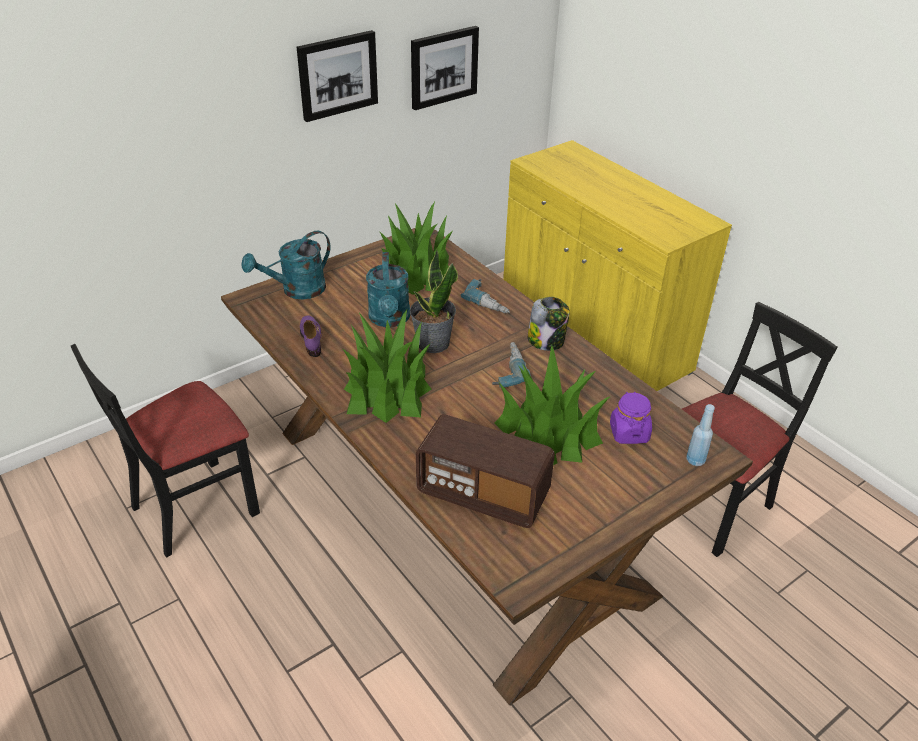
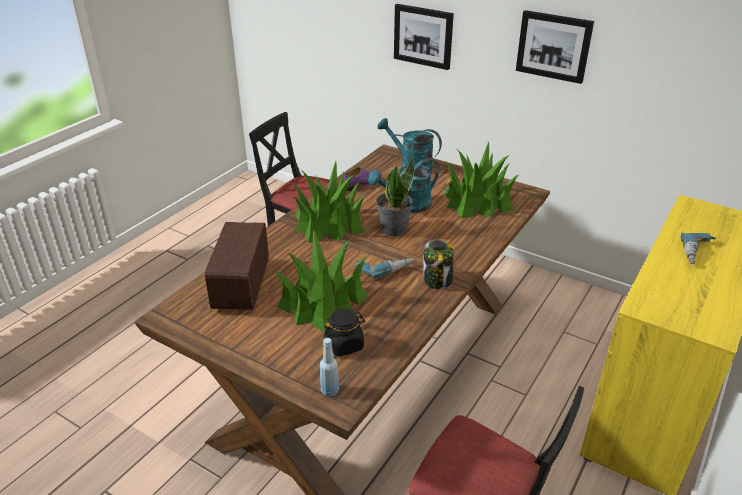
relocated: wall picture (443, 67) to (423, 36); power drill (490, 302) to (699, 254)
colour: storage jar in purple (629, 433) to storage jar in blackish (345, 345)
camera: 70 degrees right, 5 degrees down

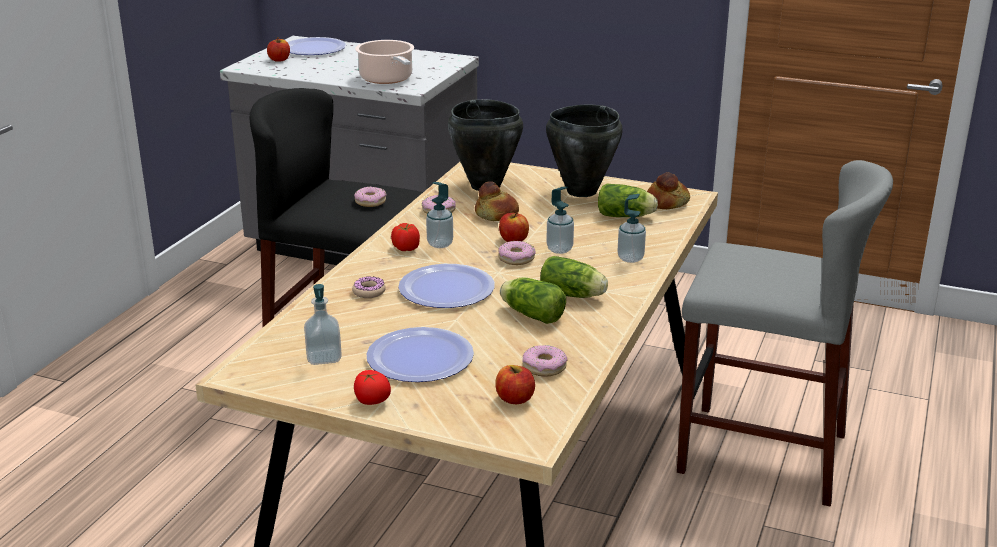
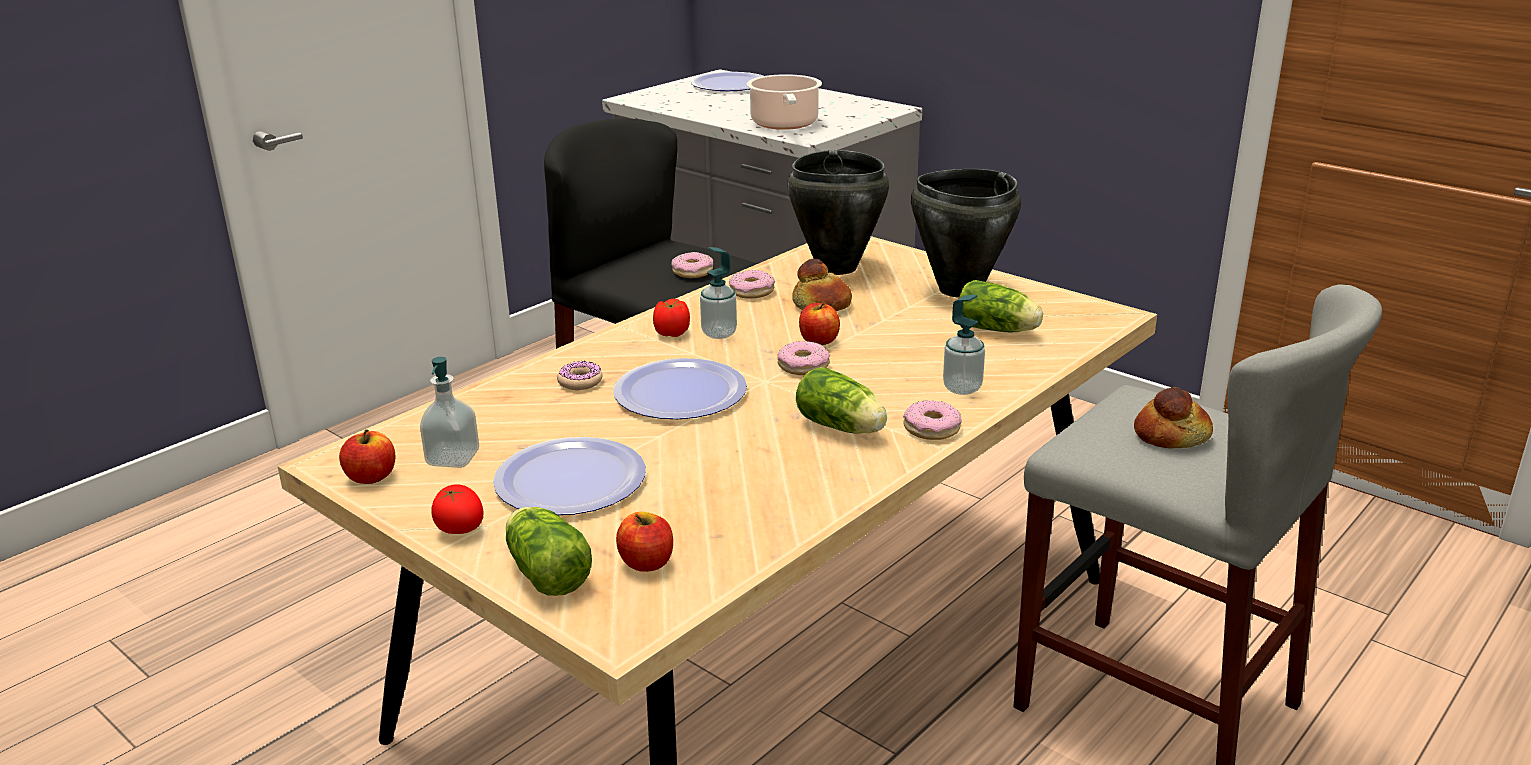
missing: soap dispenser (559, 249)
relocated: apple fruit (279, 60) to (371, 477); lettuce head (531, 314) to (545, 571); ring doughnut (544, 367) to (931, 428); bread (667, 203) to (1171, 436)
camera: 20 degrees right, 0 degrees up

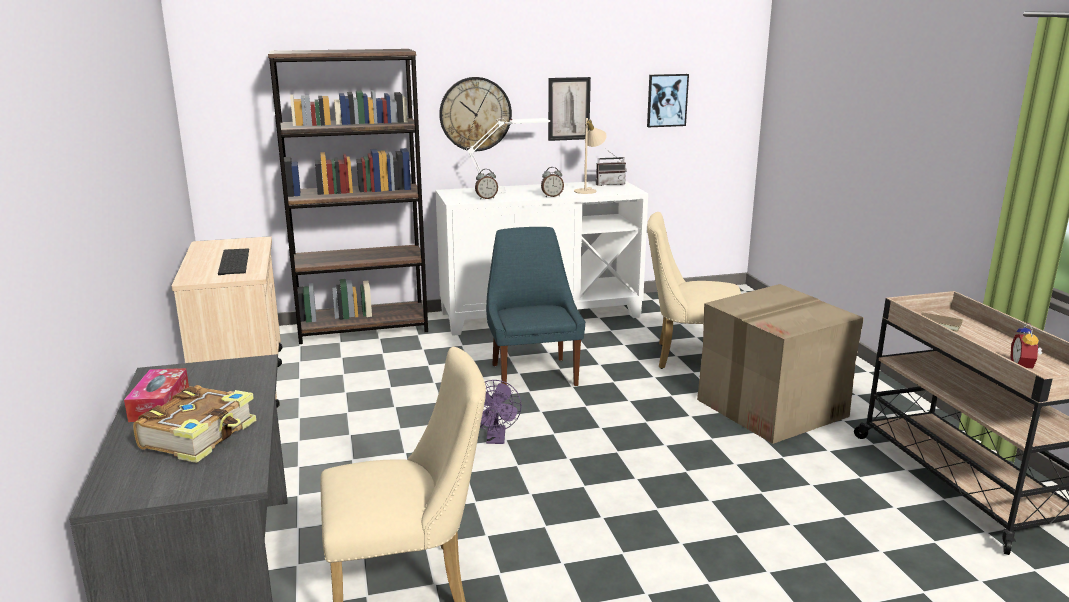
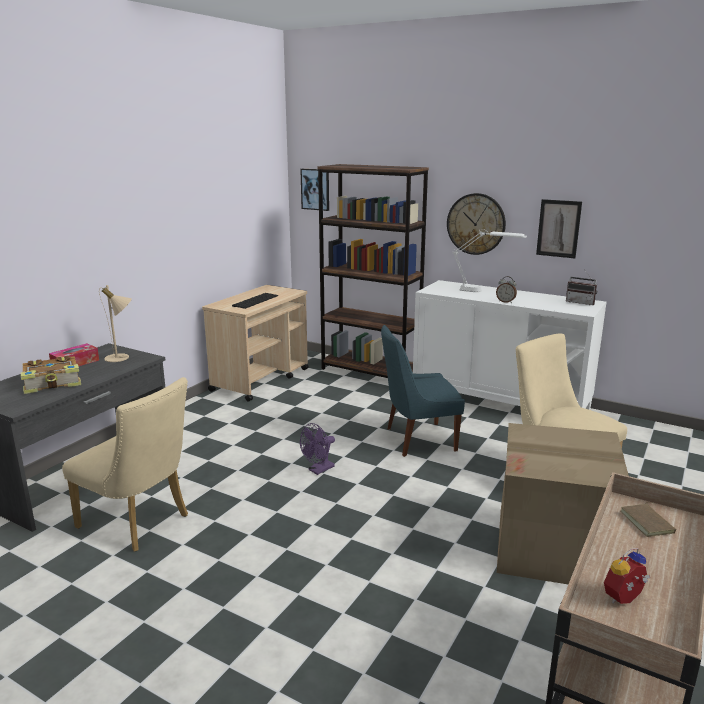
missing: bedside clock (486, 198)
relocated: lamp for a table in beige (588, 190) to (121, 358); wall picture (667, 100) to (315, 189)
spun: upright chair in bluish (533, 373) = (417, 439) 135 degrees counterclockwise
camera: 45 degrees right, 0 degrees up

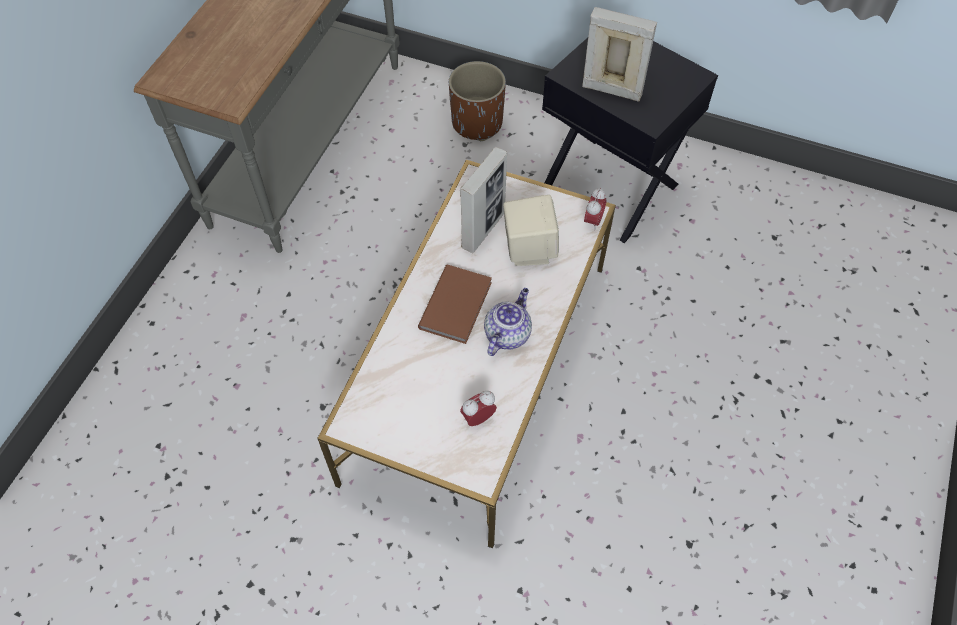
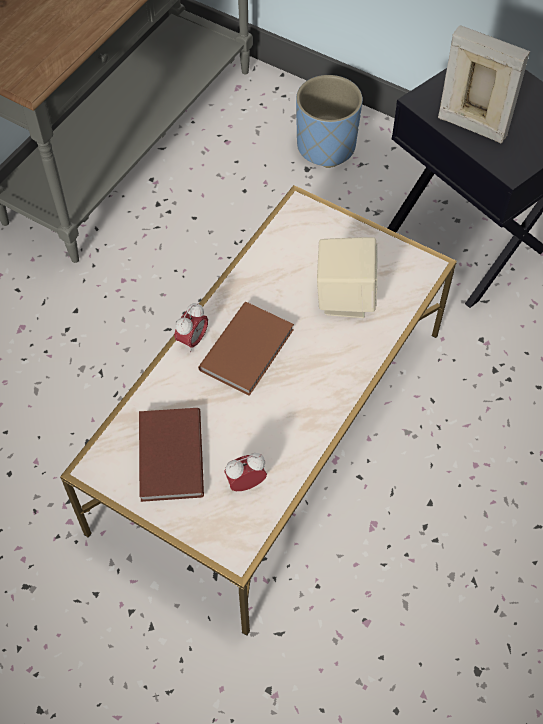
missing: photo frame (483, 230); teapot (507, 333)
appeared: volume in brown-coloured (168, 457)
relocated: bedside clock (593, 221) to (192, 340)
colour: plant pot in brown-coloured (477, 123) to plant pot in bluish (325, 147)
camera: 10 degrees right, 0 degrees up

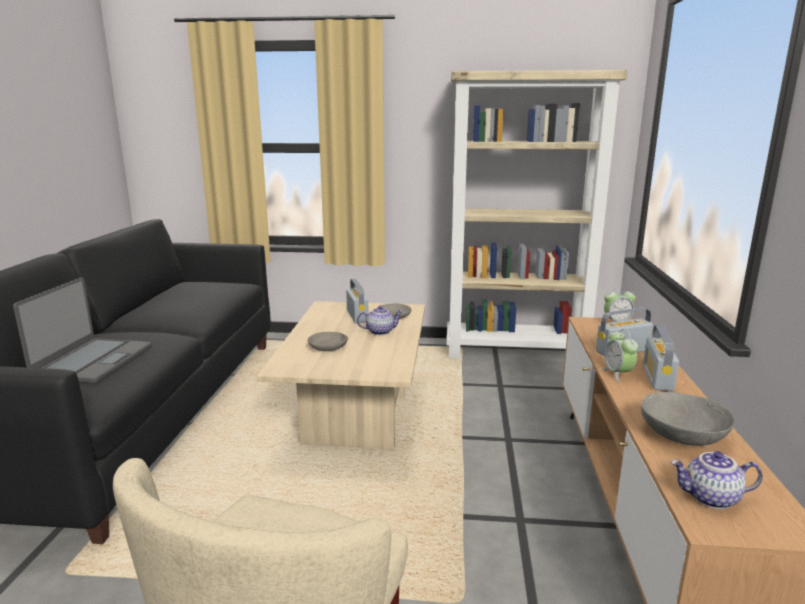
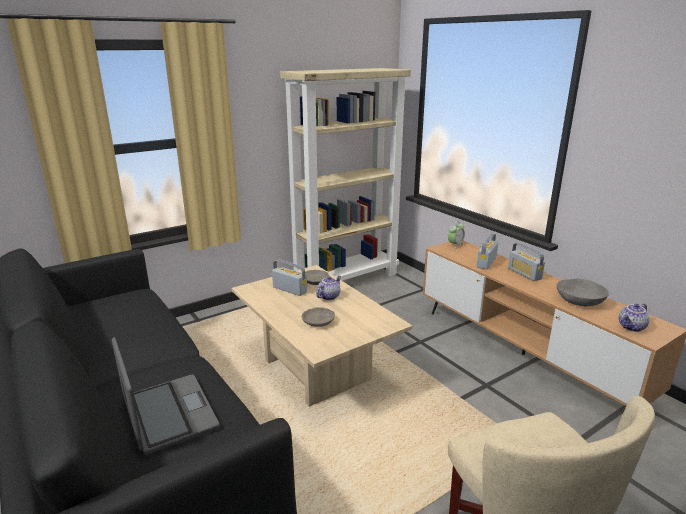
missing: bedside clock (618, 374)
camera: 40 degrees left, 5 degrees up

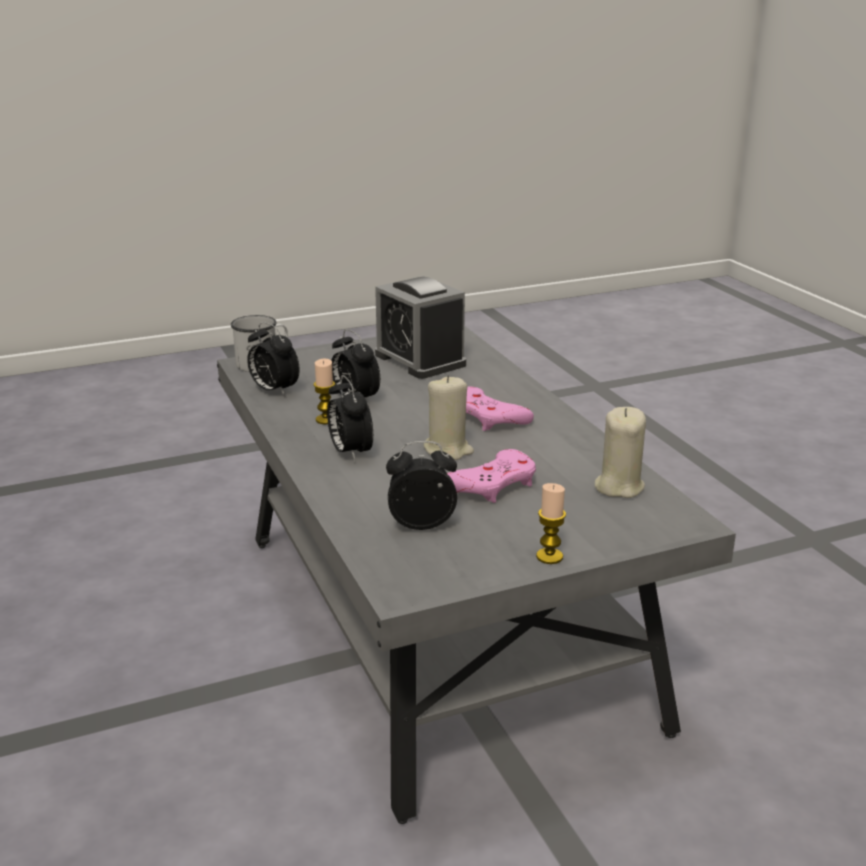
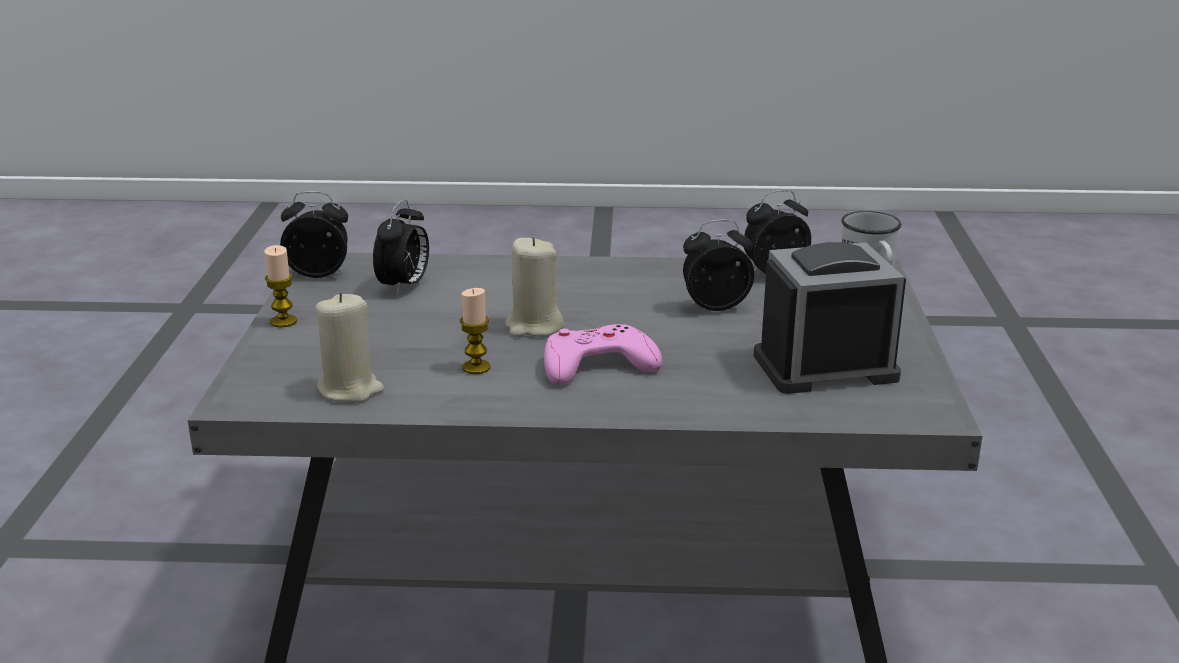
missing: joypad in pink-coloured (492, 484)
relocated: wax light (326, 420) to (476, 367); bedside clock (350, 452) to (320, 274)
camera: 115 degrees right, 0 degrees up

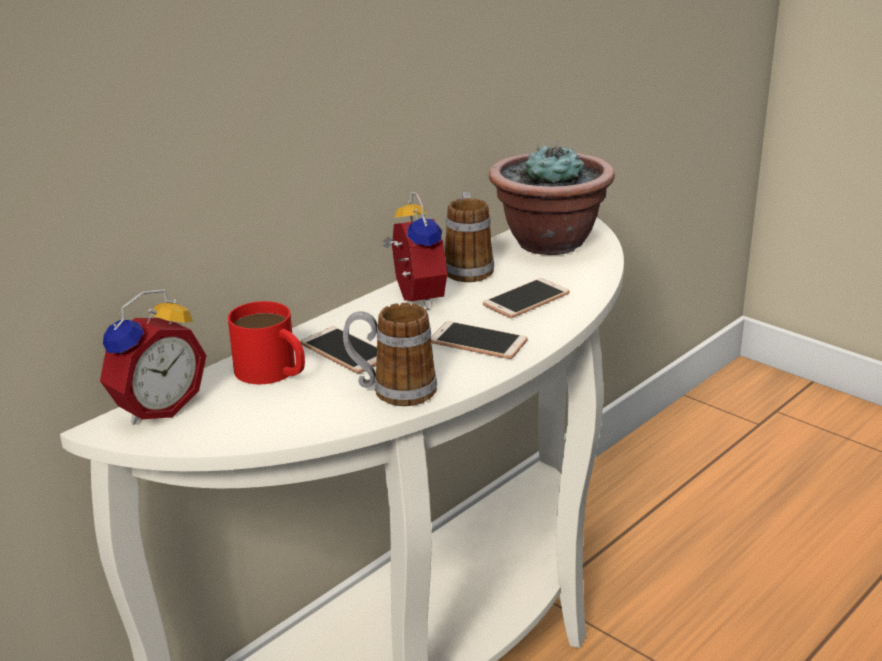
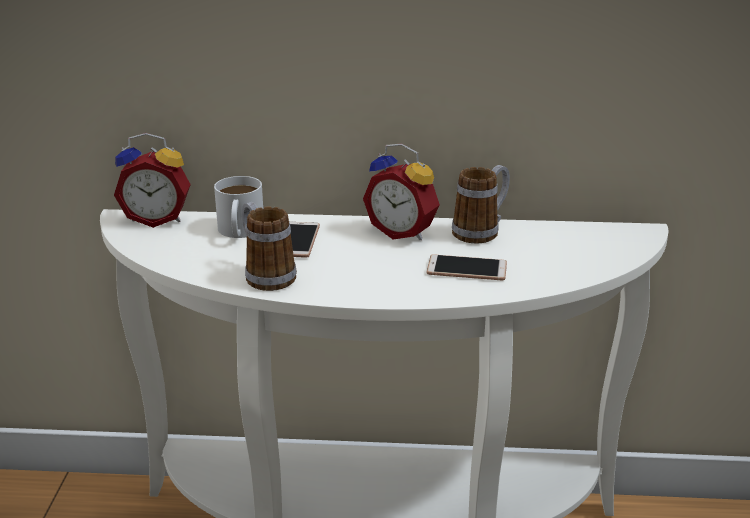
missing: handset (478, 342); potted plant (548, 242)
colour: coffee mug in reddish (273, 373) to coffee mug in white-coloured (239, 232)
spun: bedside clock (413, 298) = (403, 232) 90 degrees clockwise
camera: 50 degrees right, 0 degrees up

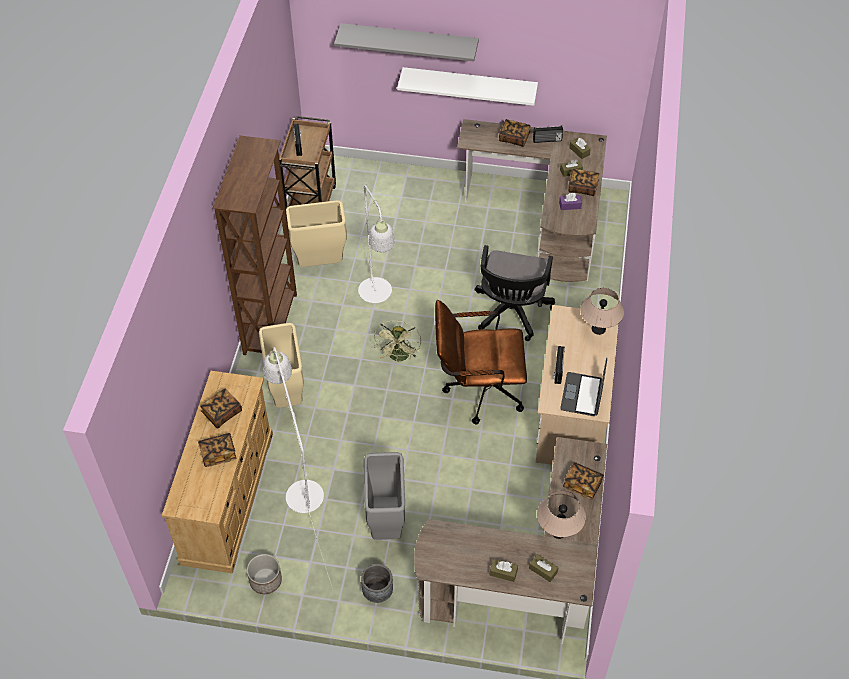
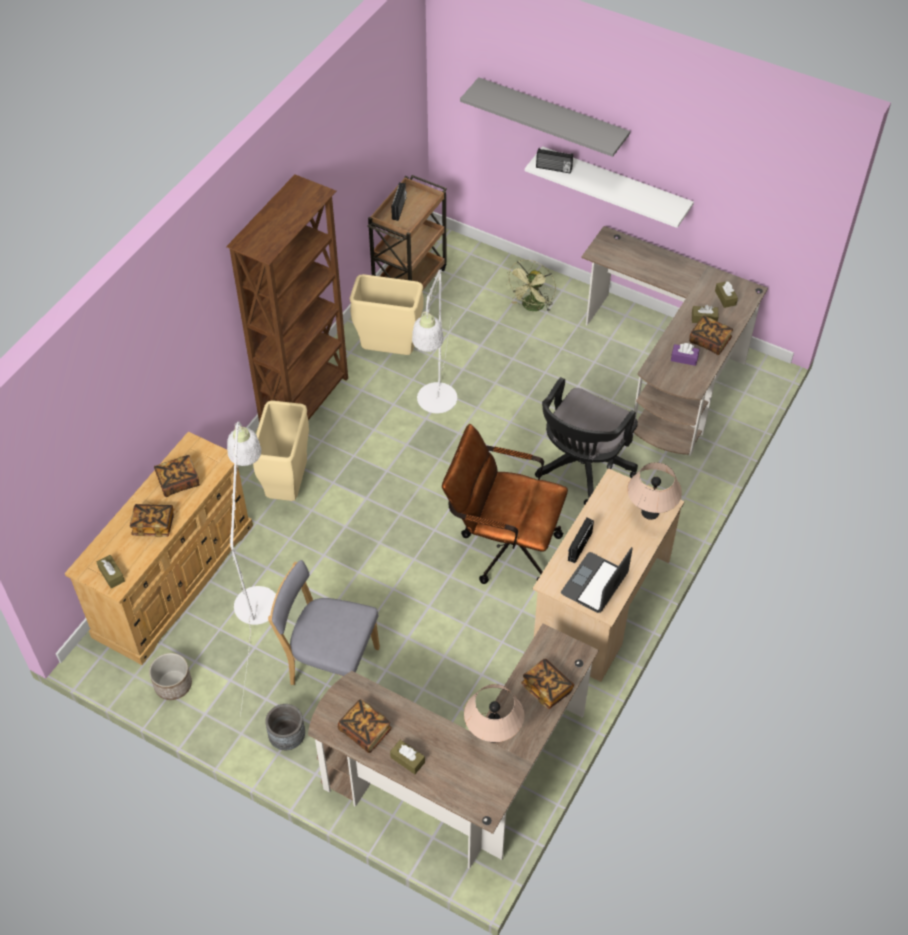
relocated: electric fan in green-coloured (399, 357) to (532, 307); volume (514, 138) to (365, 731); tissue box in brown-coloured (543, 570) to (111, 575); radio (547, 140) to (553, 168)
exchanged: rubbish bin in grey (385, 524) to upright chair in grey (330, 665)
camera: 20 degrees right, 0 degrees up

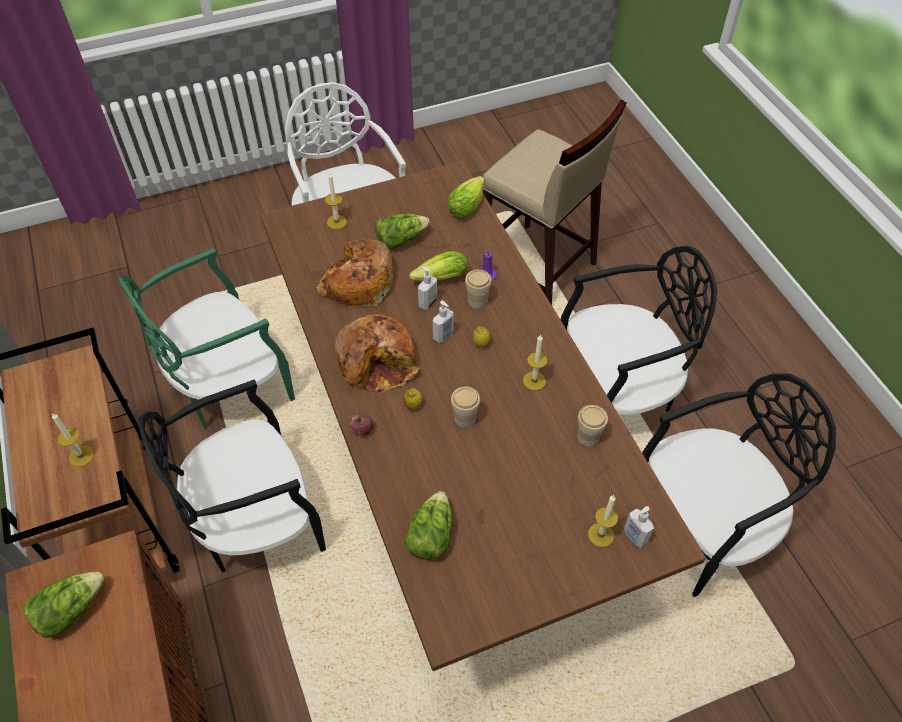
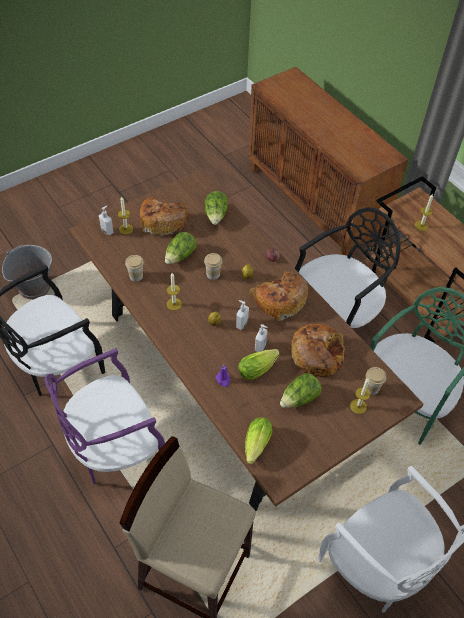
appeared: water bucket in grey (34, 287); bread (163, 220)
relocated: lettuce head (70, 610) to (180, 256); small cup (477, 300) to (371, 388)
colour: upright chair in blackish (617, 394) to upright chair in purple (114, 447)
camera: 165 degrees right, 0 degrees up

